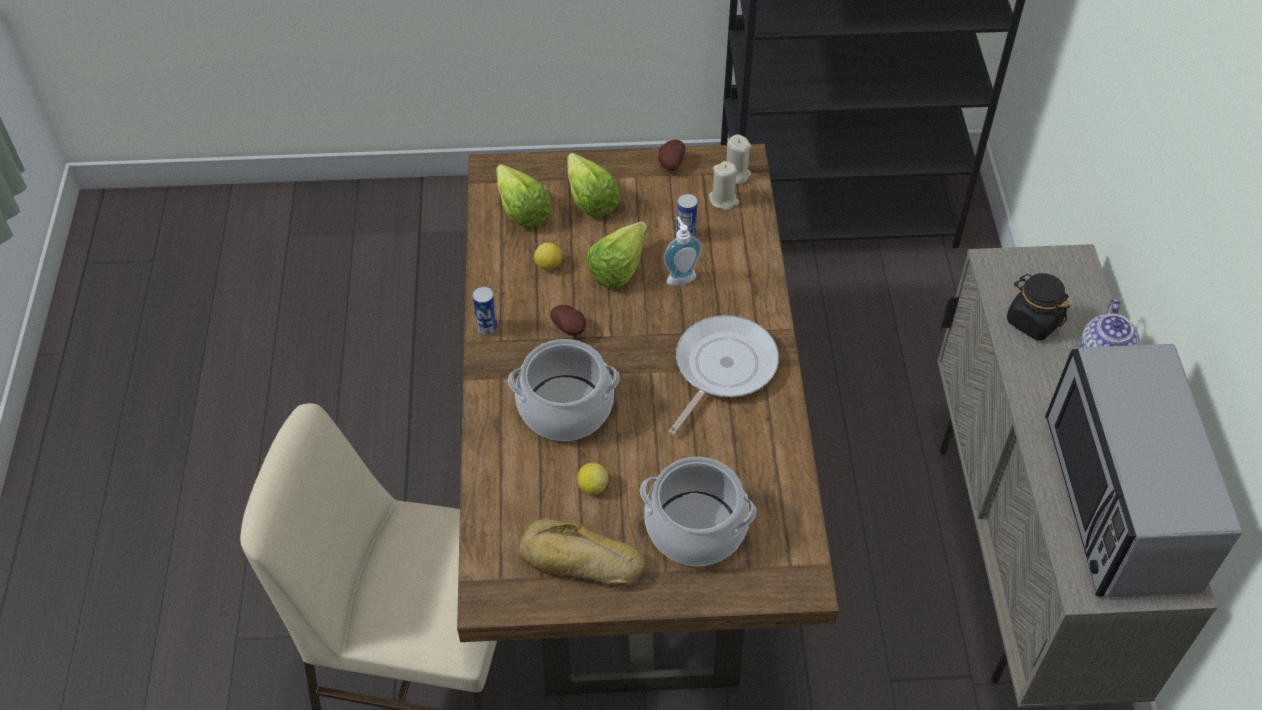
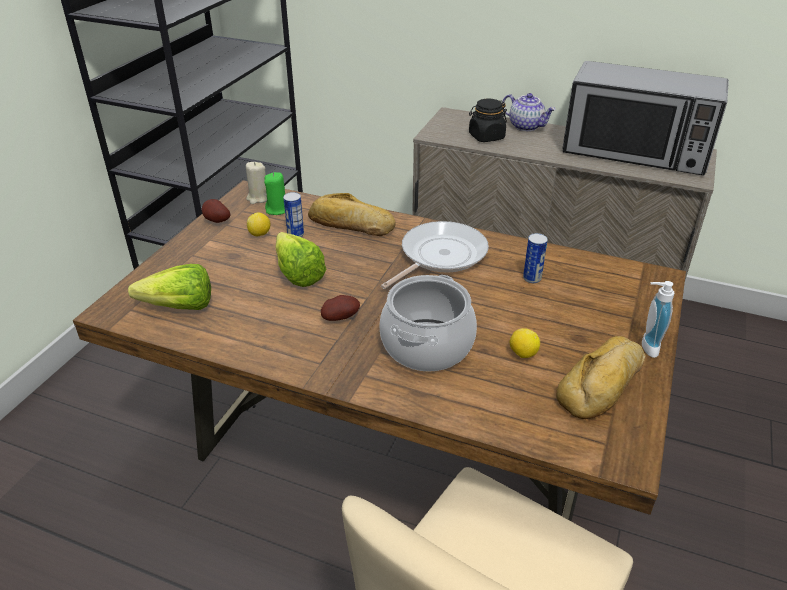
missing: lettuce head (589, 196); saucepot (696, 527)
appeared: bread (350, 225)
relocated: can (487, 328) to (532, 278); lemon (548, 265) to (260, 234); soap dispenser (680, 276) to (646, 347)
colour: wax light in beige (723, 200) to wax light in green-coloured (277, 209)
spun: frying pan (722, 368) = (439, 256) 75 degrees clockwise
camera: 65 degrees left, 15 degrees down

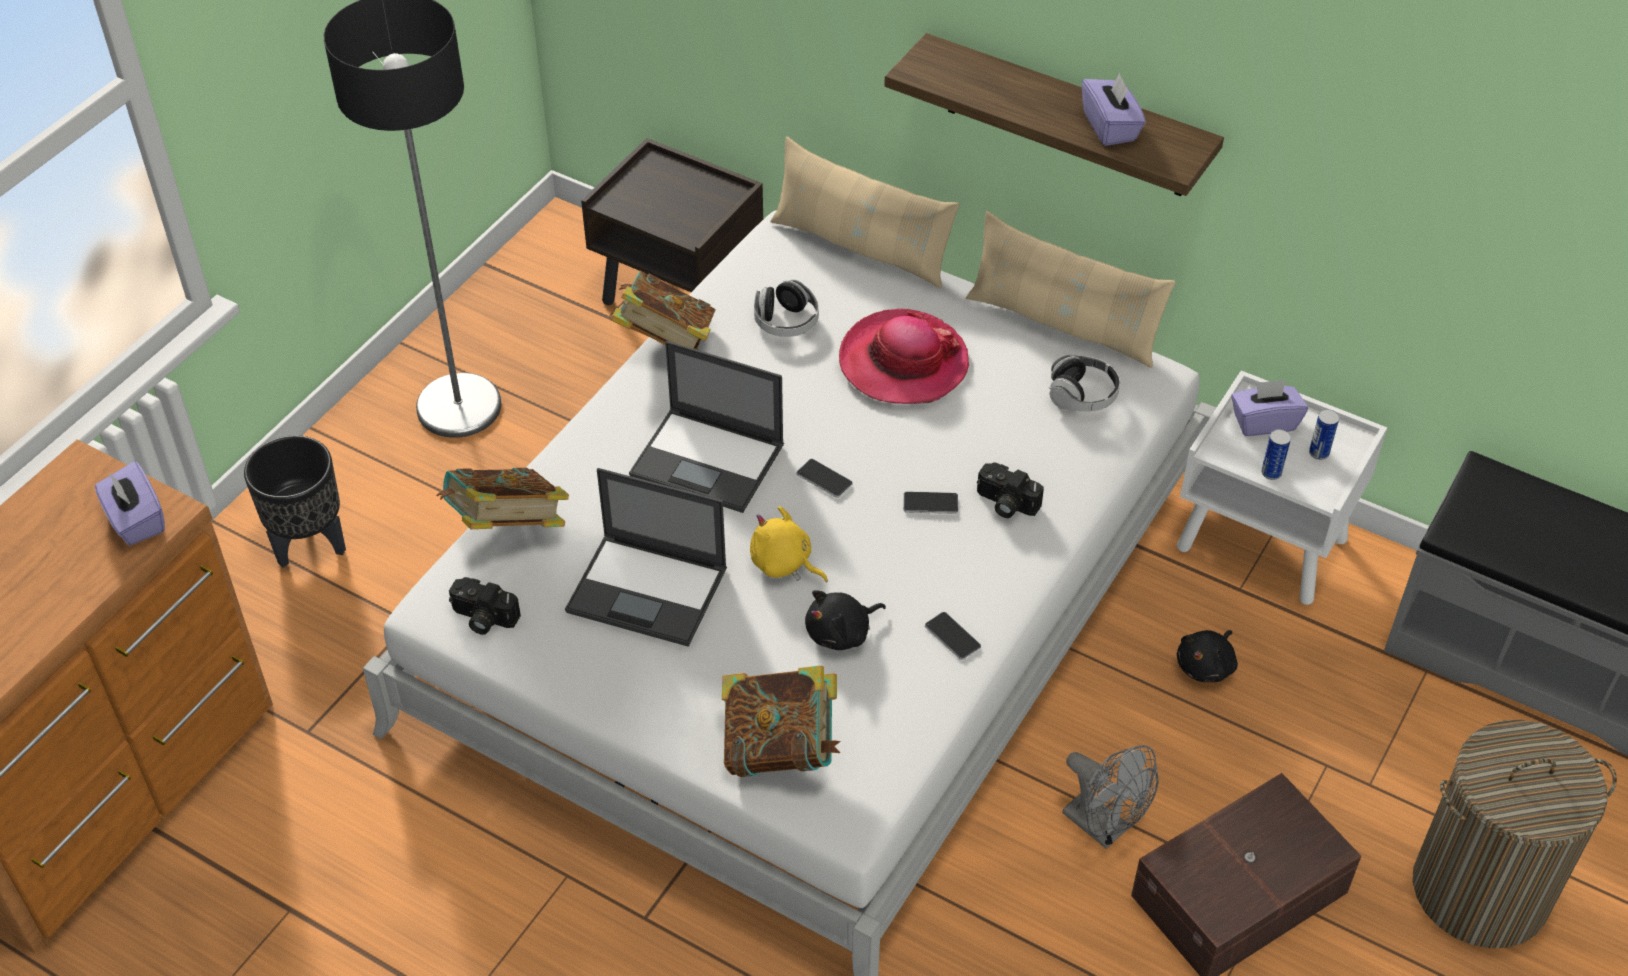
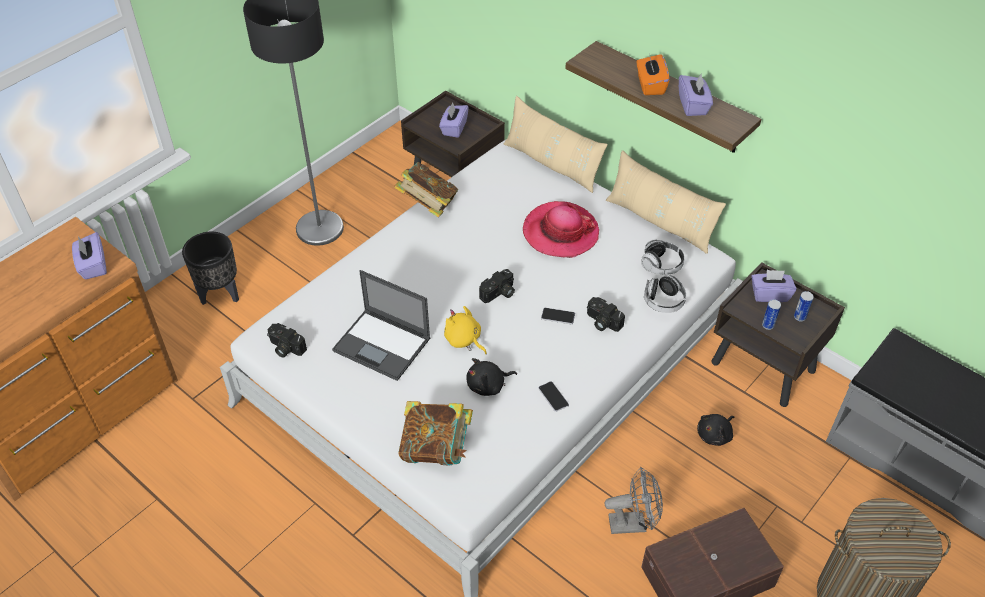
missing: volume (507, 527); notebook computer (709, 460)
appeared: tissue box in purple (454, 128); tissue box in orangey (650, 85)
relocated: pair of headphones (786, 322) to (663, 301)
exchanged: handset (824, 479) to still camera (499, 294)
colour: night table in white-coloured (1263, 545) to night table in brown-coloured (764, 367)
spun: electric fan in grey (1103, 827) = (633, 523) 60 degrees counterclockwise
camera: 10 degrees right, 0 degrees up

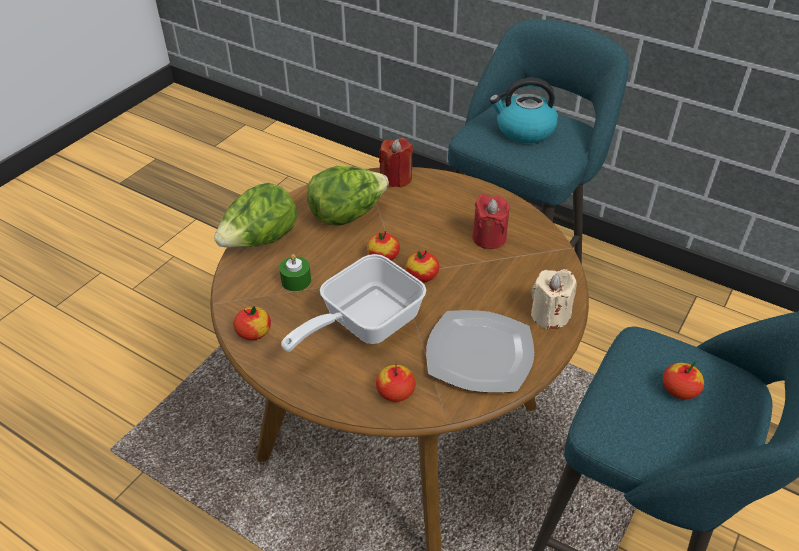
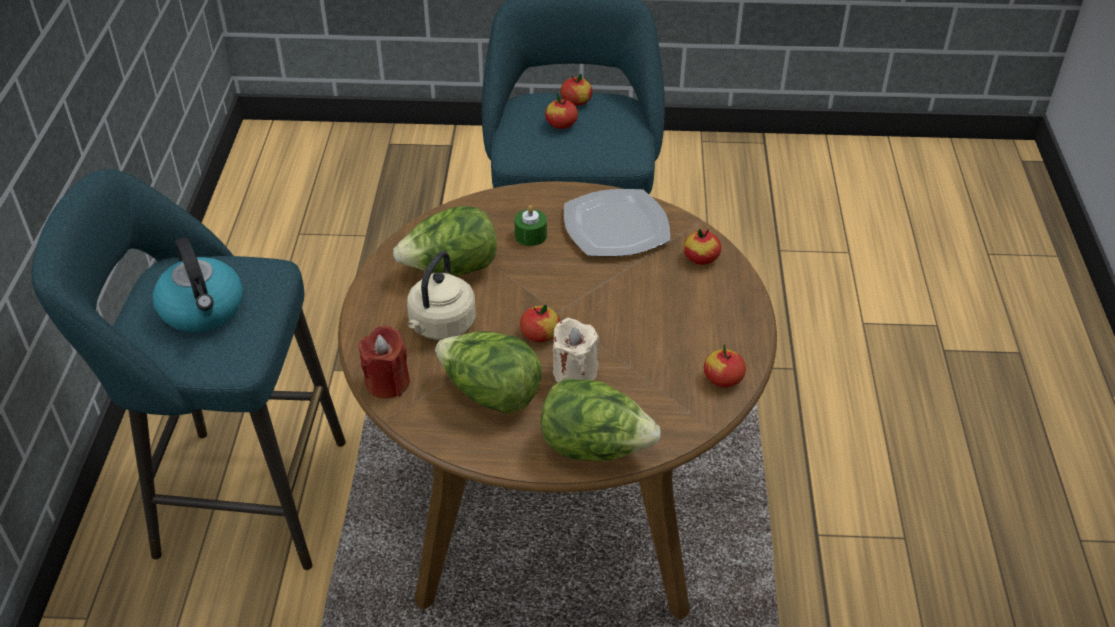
missing: frying pan (362, 324)
appeared: tea kettle in beige (440, 326)
relocated: wax light in green-coloured (296, 281) to (530, 235); apple fruit (422, 275) to (576, 101); wax light in beige (550, 315) to (574, 373)
exchanged: wax light in reddish (489, 238) to lettuce head (451, 270)
camera: 120 degrees left, 0 degrees up

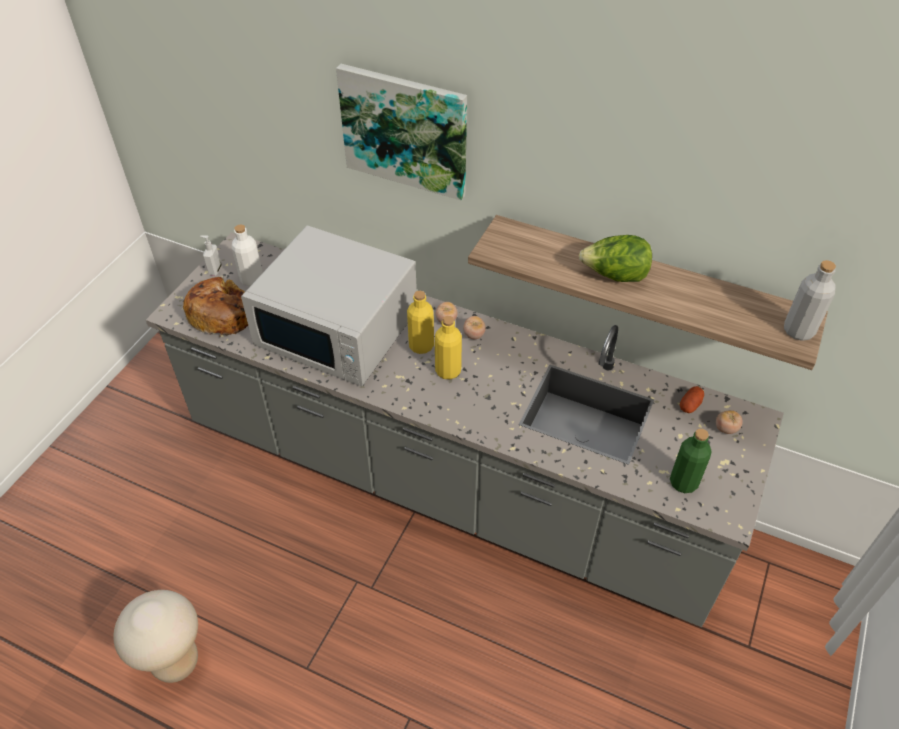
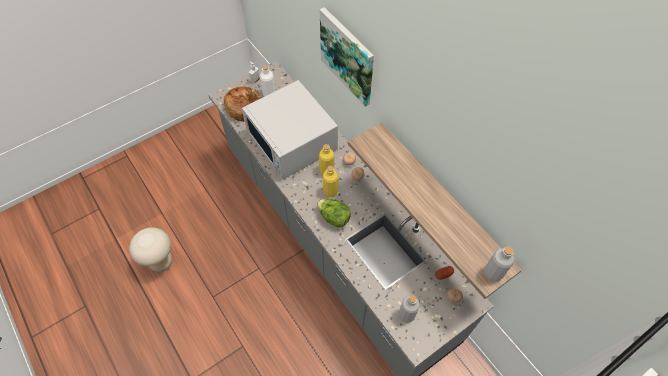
relocated: lettuce head (614, 276) to (333, 217)
colour: bottle in green-coloured (683, 482) to bottle in grey (406, 315)
camera: 30 degrees right, 10 degrees up

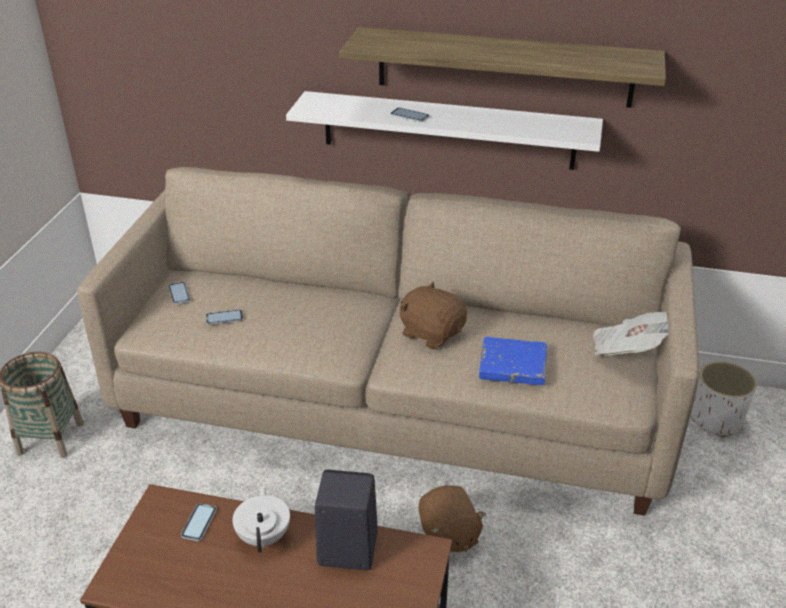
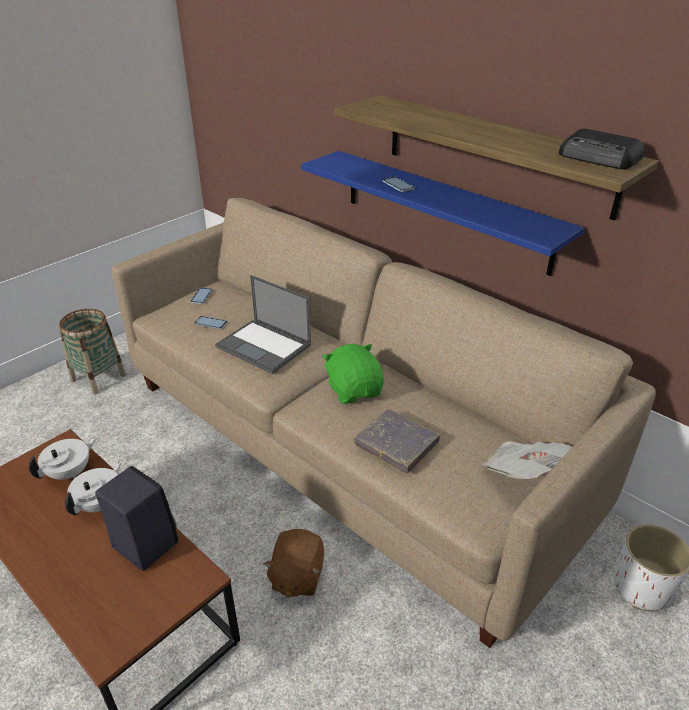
appeared: notebook computer (264, 346); radio (600, 157)
exchanged: handset (199, 523) to teapot in white-coloured (70, 472)
colour: wall shelf in white-coloured (448, 130) to wall shelf in bluish (443, 210); plush toy in brown-coloured (431, 333) to plush toy in green-coloured (354, 390); volume in bluish (512, 365) to volume in grey (396, 444)
camera: 30 degrees right, 0 degrees up

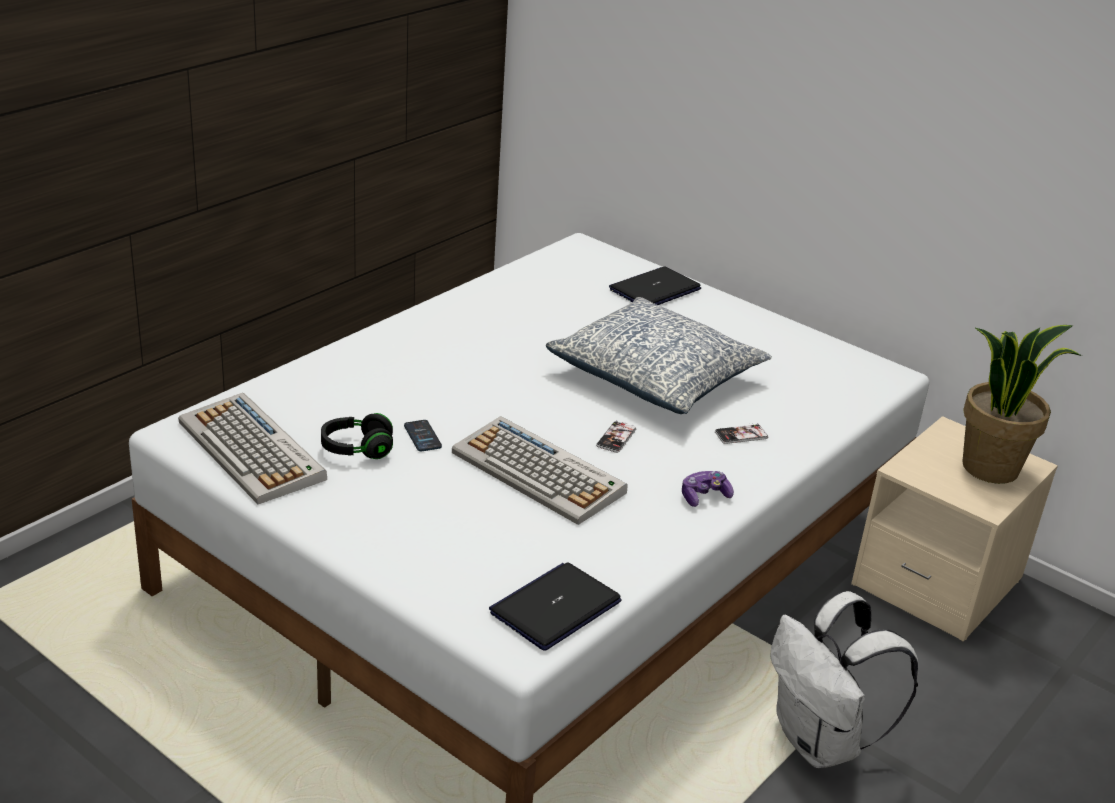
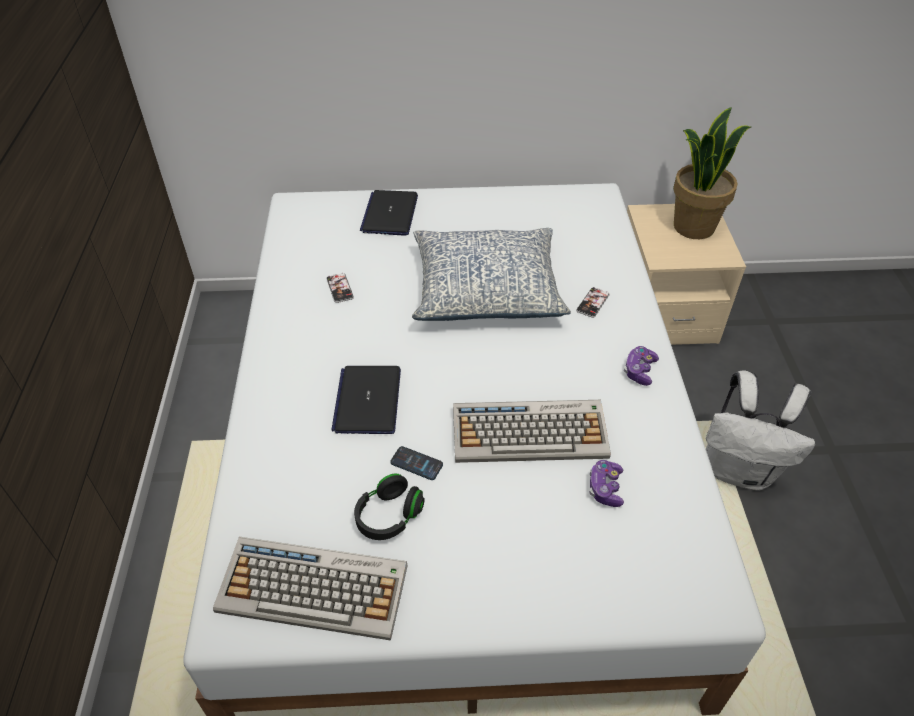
appeared: joypad (605, 488)
relocated: notebook computer (555, 607) to (367, 400); handset (616, 438) to (340, 288)
camera: 40 degrees left, 15 degrees up

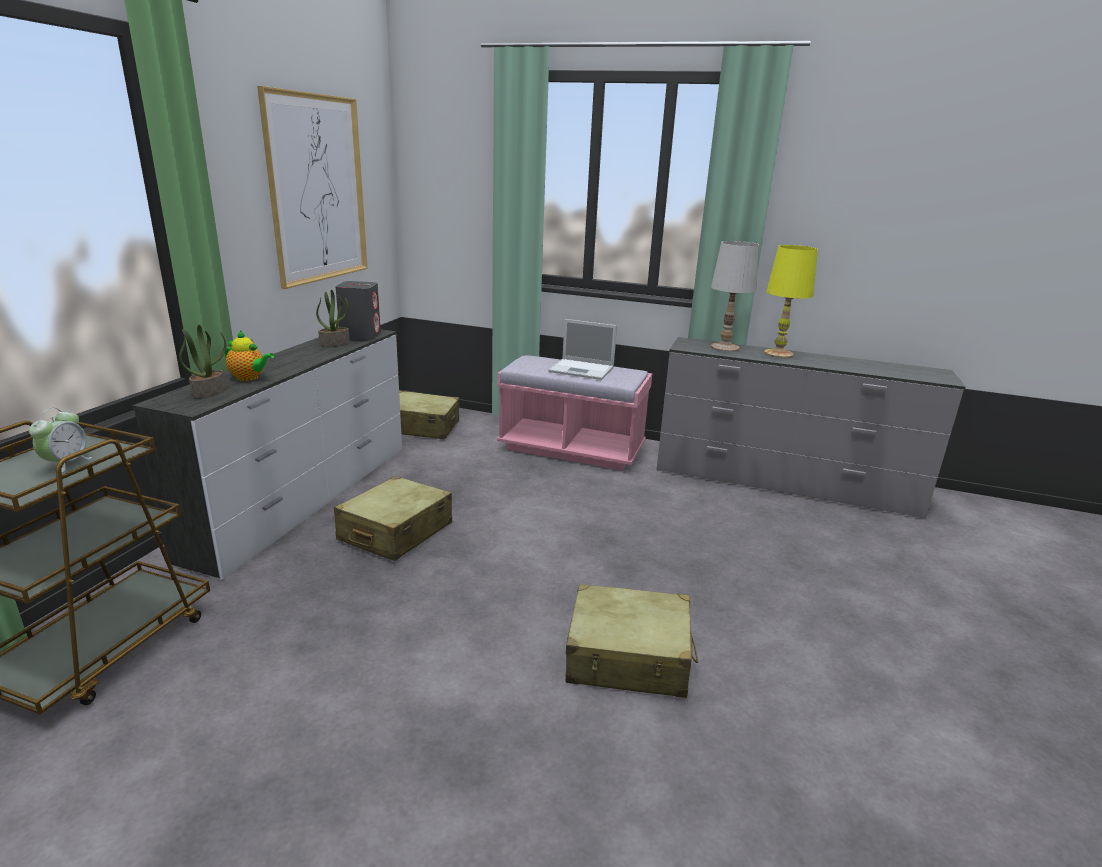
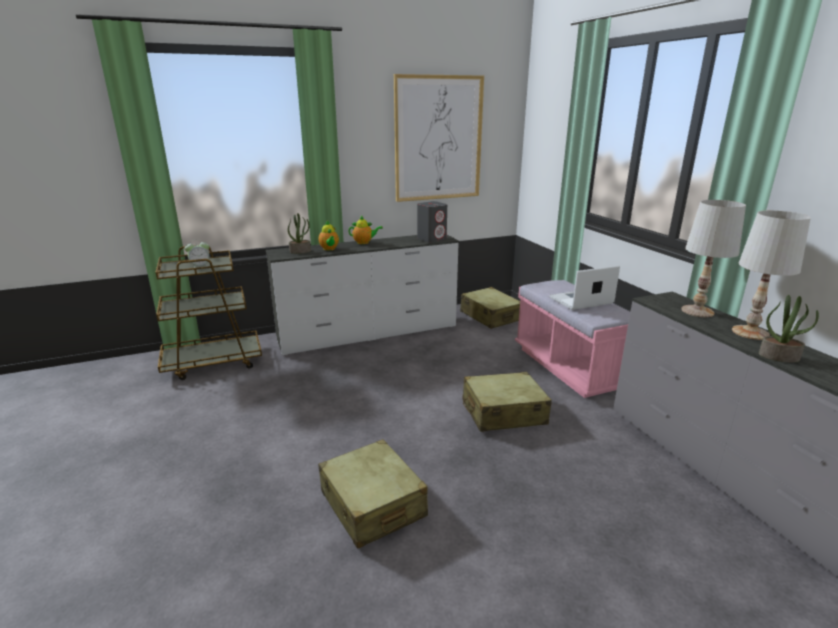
appeared: teapot (364, 242)
relocated: potted plant (335, 343) to (779, 356); piece of luggage in beige (395, 532) to (503, 413)
colour: lamp for a table in yellow (779, 353) to lamp for a table in white-coloured (750, 332)
spun: notebook computer (583, 370) = (580, 301) 90 degrees clockwise
camera: 50 degrees right, 0 degrees up

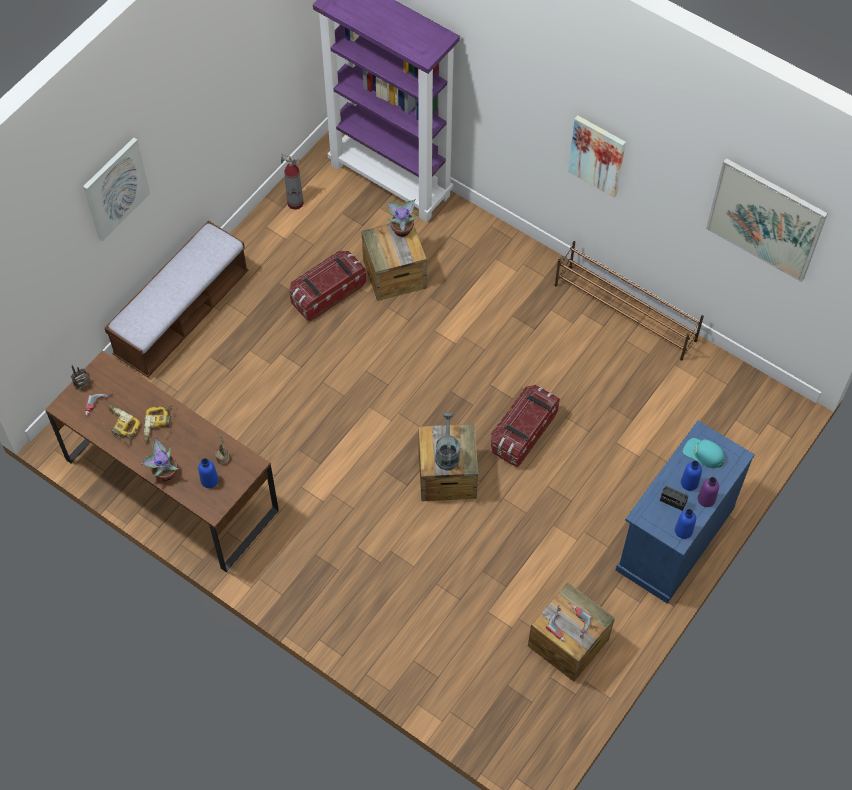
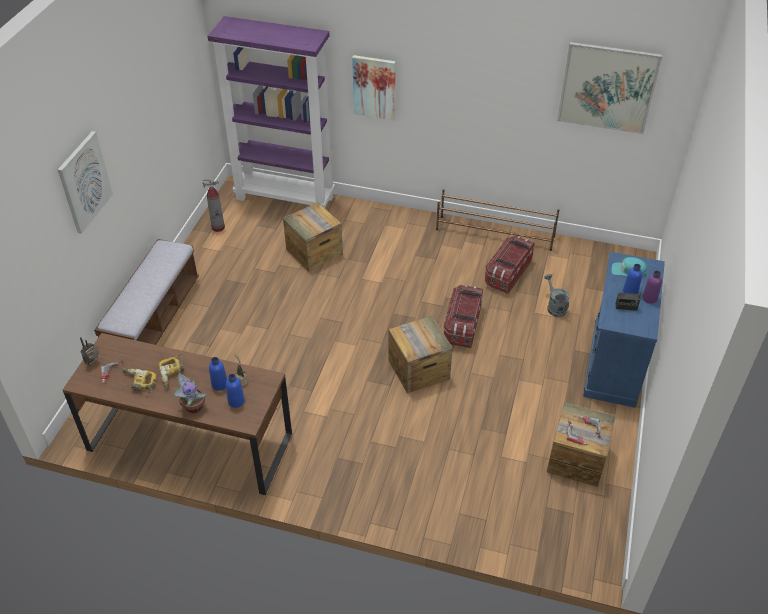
missing: potted plant (402, 229)
relocated: storage box (327, 294) to (508, 273); watering pot in grey (447, 453) to (554, 307); wall picture (597, 155) to (374, 87); bottle in bluish (683, 531) to (219, 384)
camera: 20 degrees left, 15 degrees down

